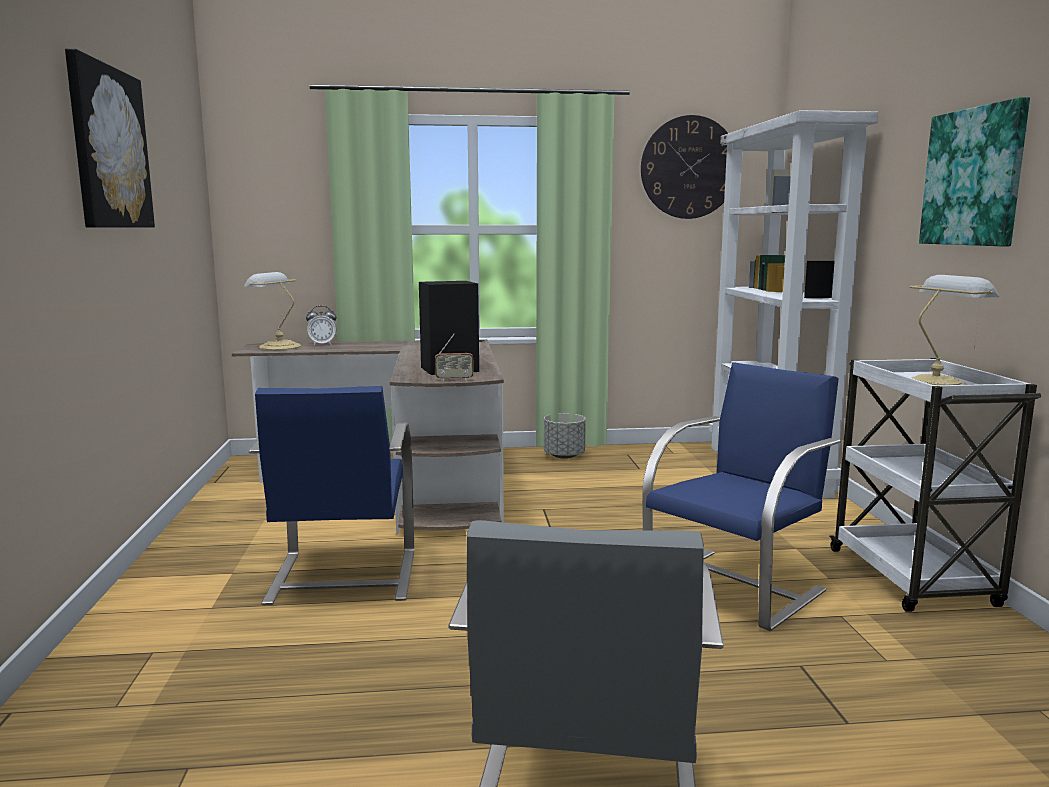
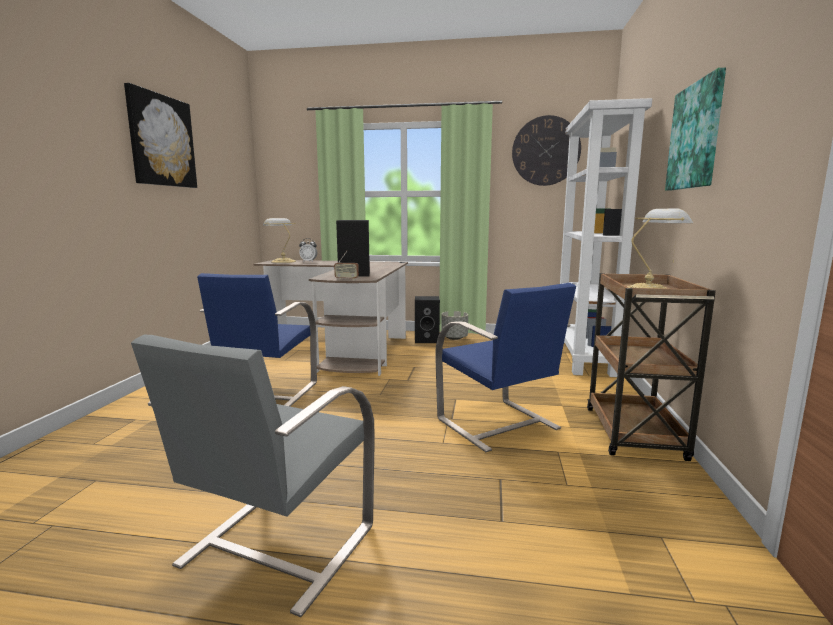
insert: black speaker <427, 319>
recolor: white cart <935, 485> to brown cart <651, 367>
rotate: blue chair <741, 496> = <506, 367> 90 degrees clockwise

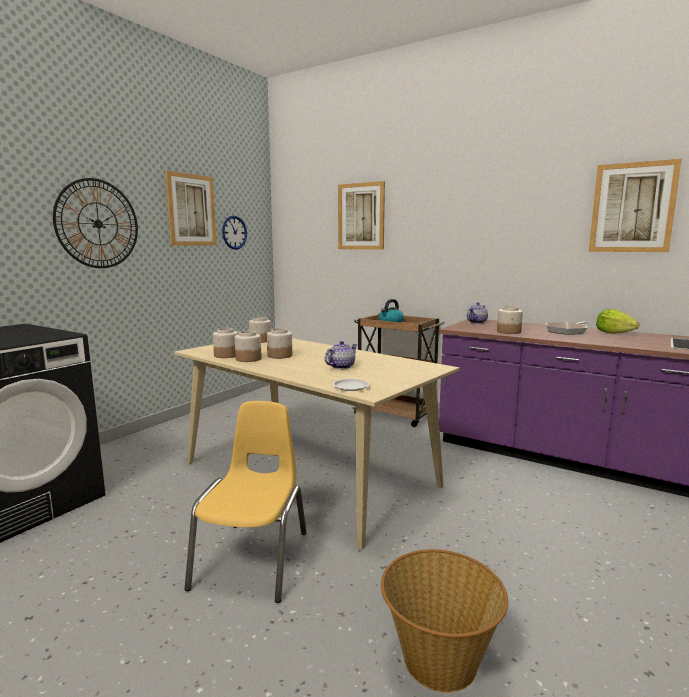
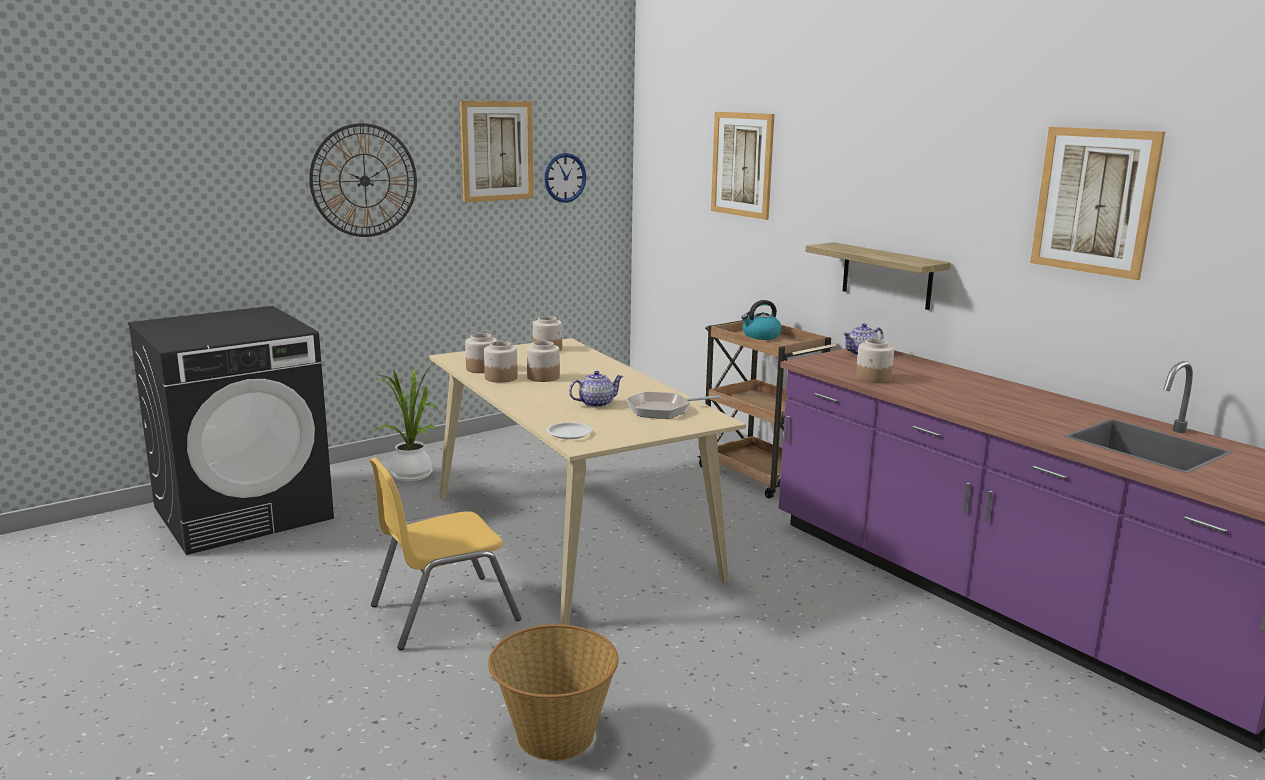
delete: lettuce <617, 321>
insert: potted plant <406, 422>; shelf <878, 276>
move: frying pan <566, 328> to <673, 405>
rotate: yellow chair <246, 502> = <445, 553> 150 degrees counterclockwise

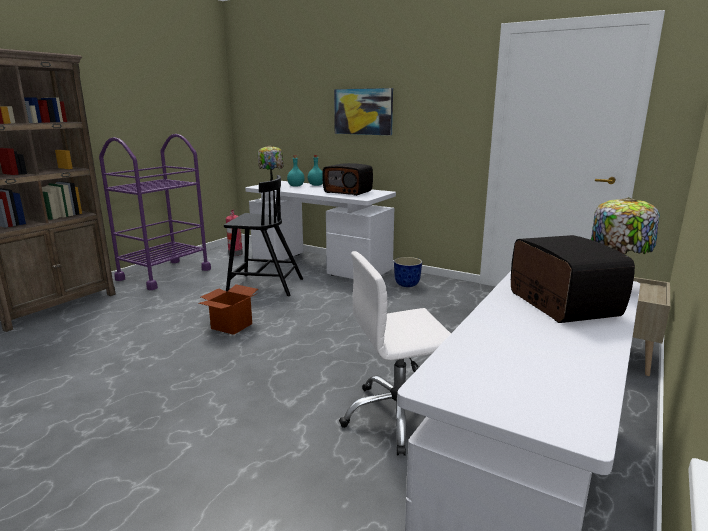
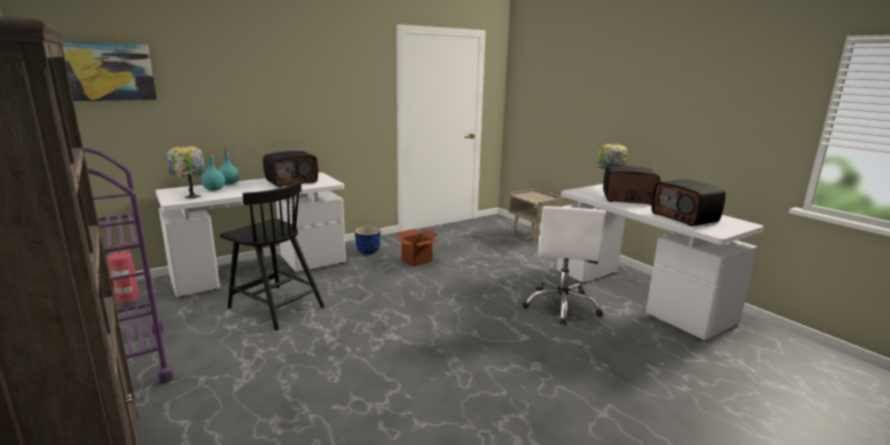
insert: radio <688, 202>
move: cardboard box <228, 309> to <416, 248>; picture <363, 112> to <109, 71>
rotate: black chair <263, 235> = <272, 255> 90 degrees clockwise

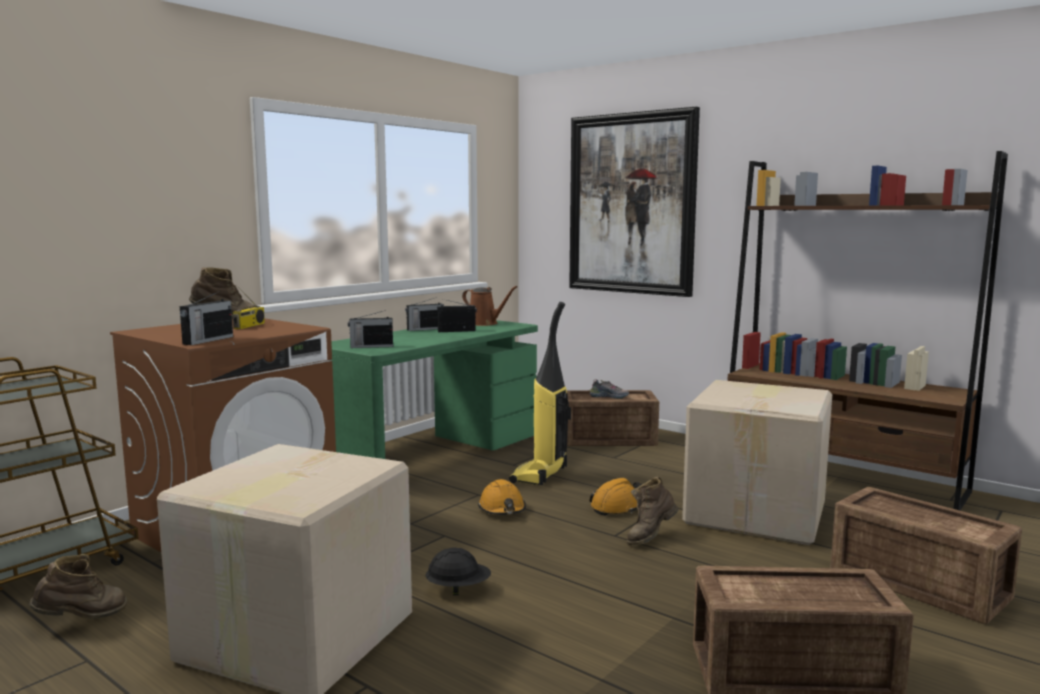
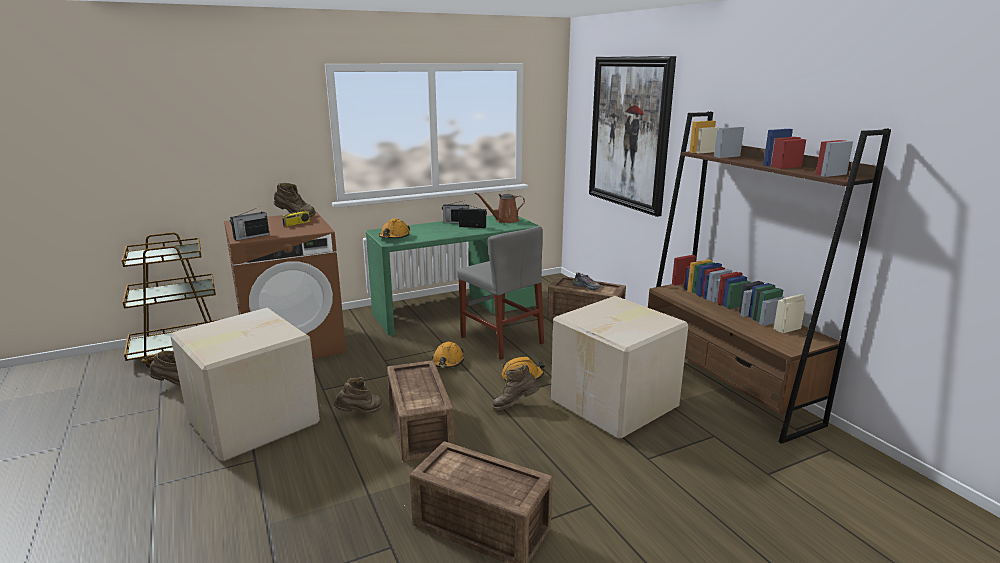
move: crate <926, 555> to <420, 411>
replace: radio <370, 329> to orange hard hat <394, 228>; black hard hat <458, 571> to brown boot <358, 395>; vacuum cleaner <540, 393> to grey chair <500, 293>
rotate: brown watering can <489, 306> = <500, 207> 105 degrees clockwise

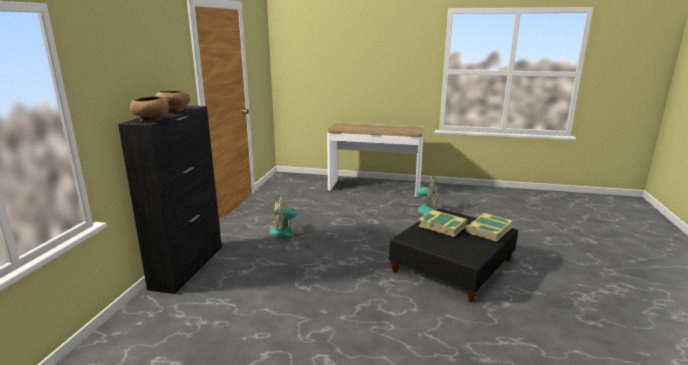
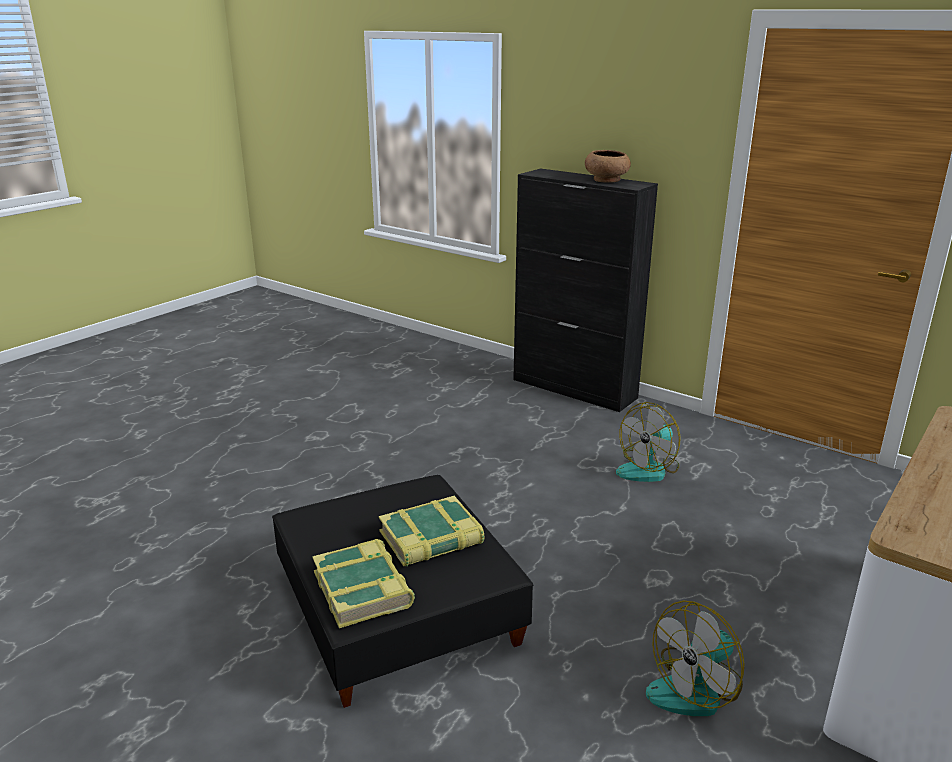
delete: brown bowl <149, 108>
rotate: fan <288, 216> = <648, 442> 135 degrees counterclockwise

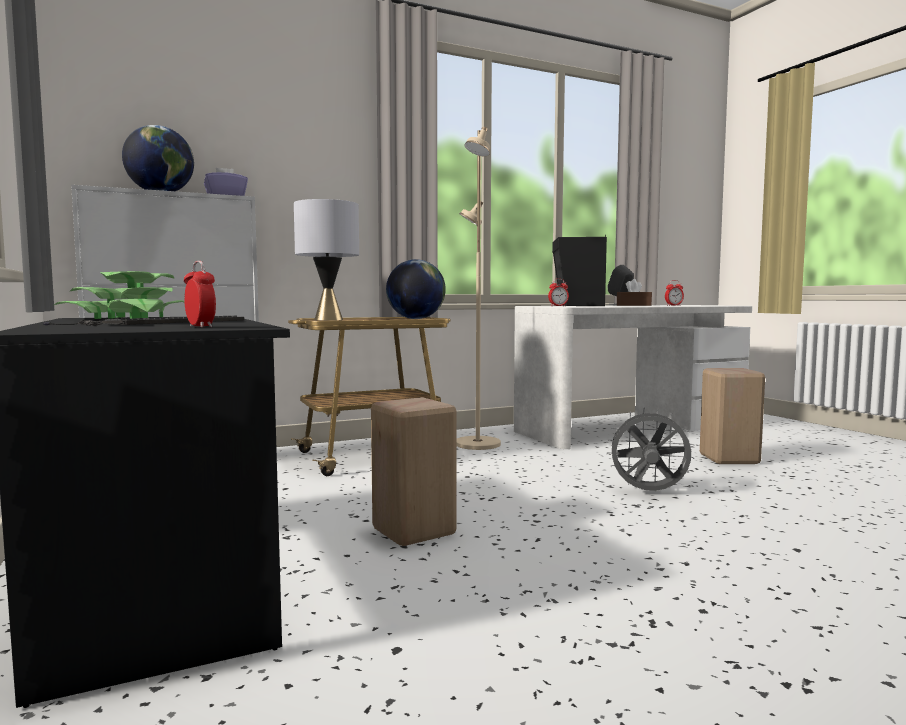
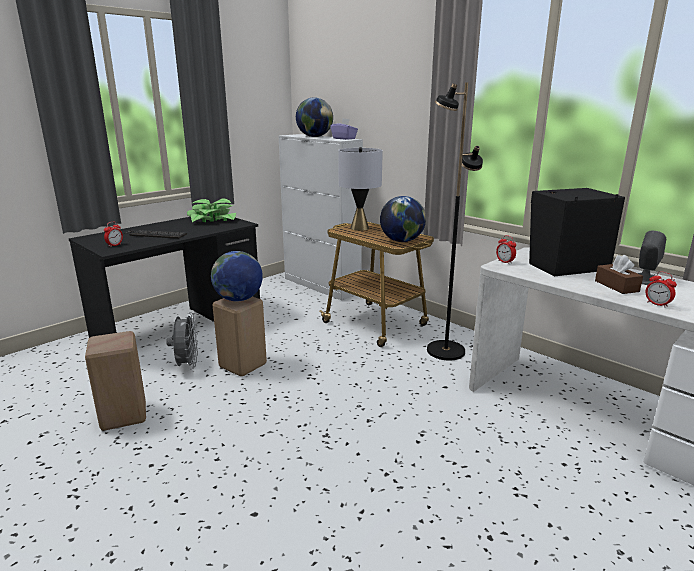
insert: globe <237, 276>
move: grey fan <650, 449> to <182, 340>; beige stool <732, 416> to <115, 381>
recolor: beige floor lamp <478, 288> to black floor lamp <455, 221>

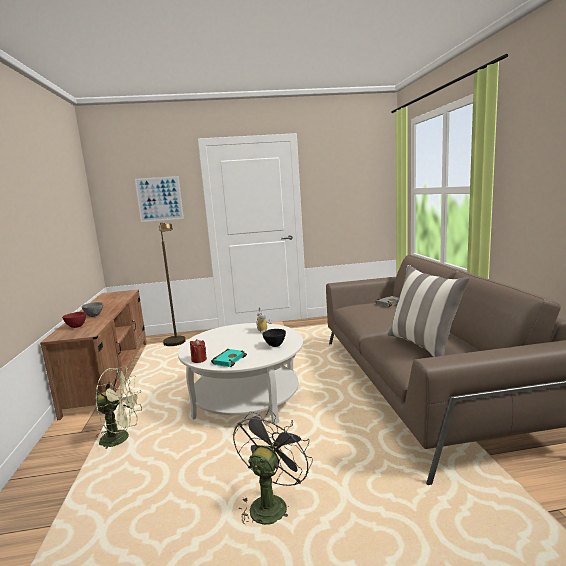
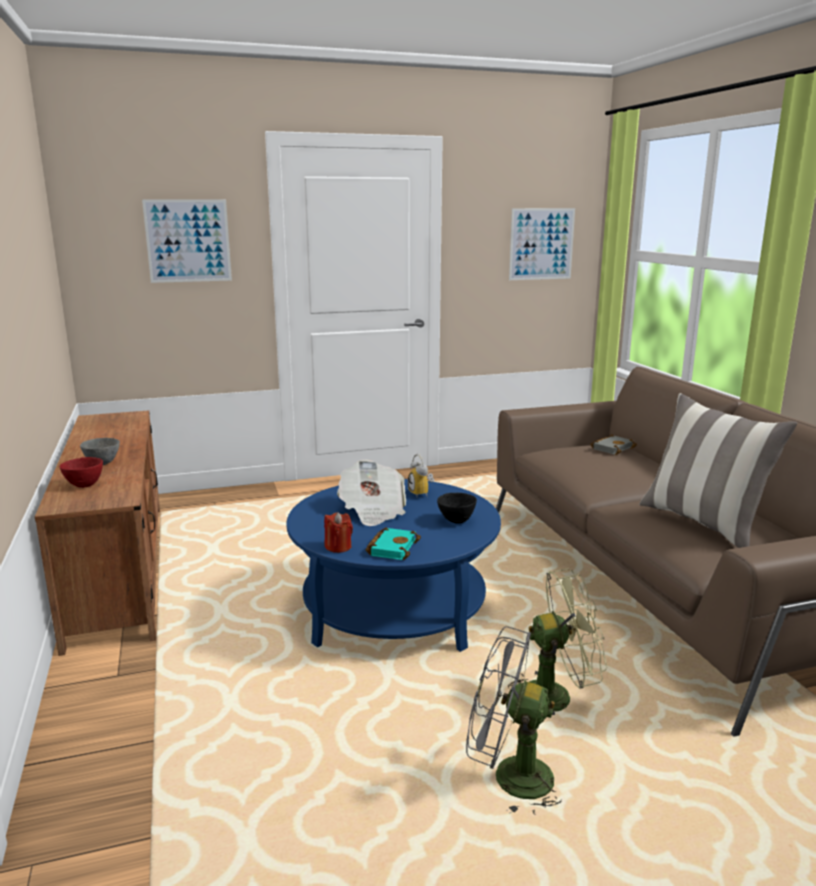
delete: brown floor lamp <172, 284>
insert: newspaper <371, 493>; picture <542, 244>
move: green fan <118, 408> to <557, 642>
recolor: white coffee table <240, 373> to blue coffee table <393, 565>
rotate: grey fan <273, 467> = <514, 720> 90 degrees counterclockwise

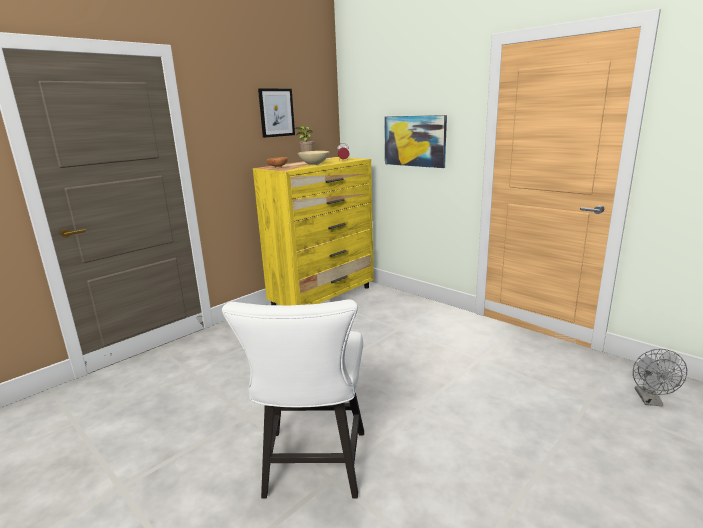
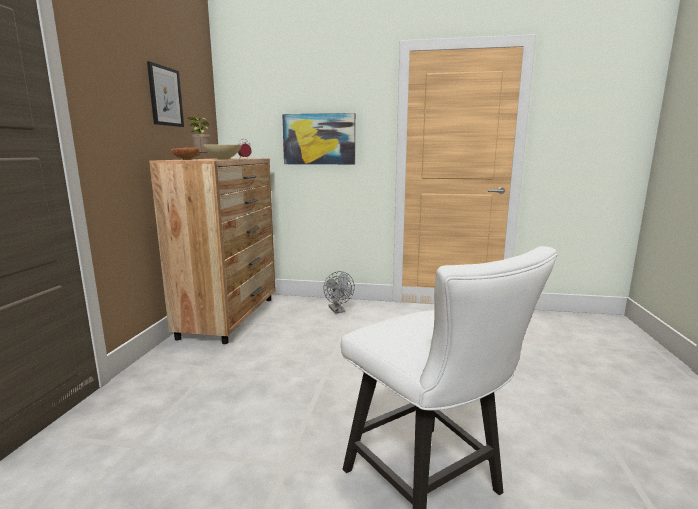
move: grey fan <660, 377> to <339, 292>
recolor: yellow dresser <313, 231> to brown dresser <212, 251>

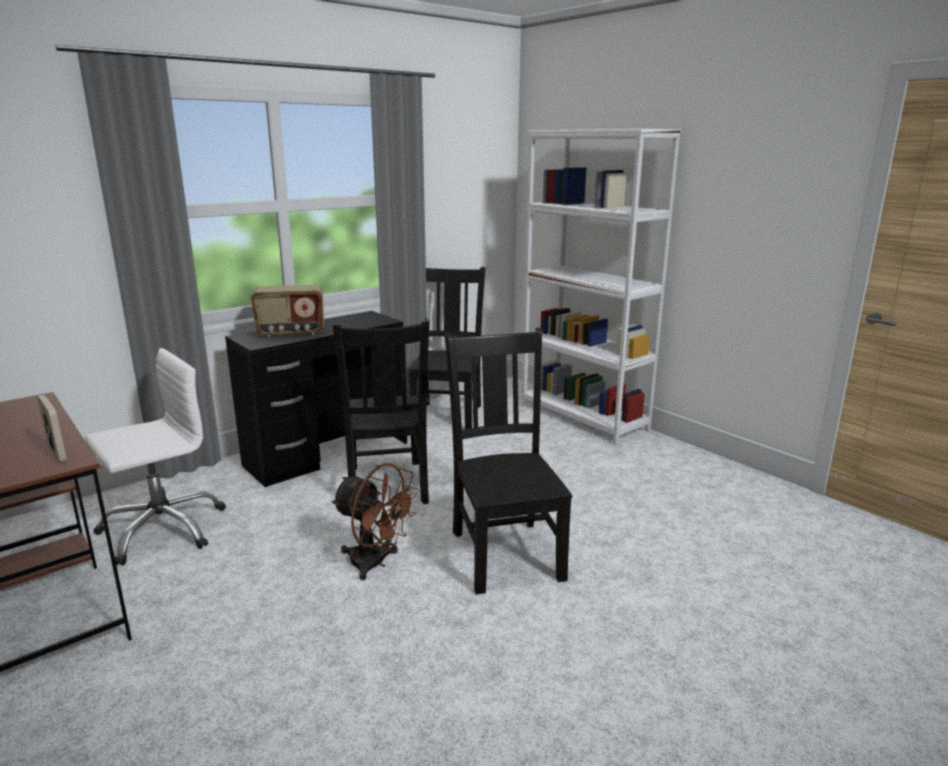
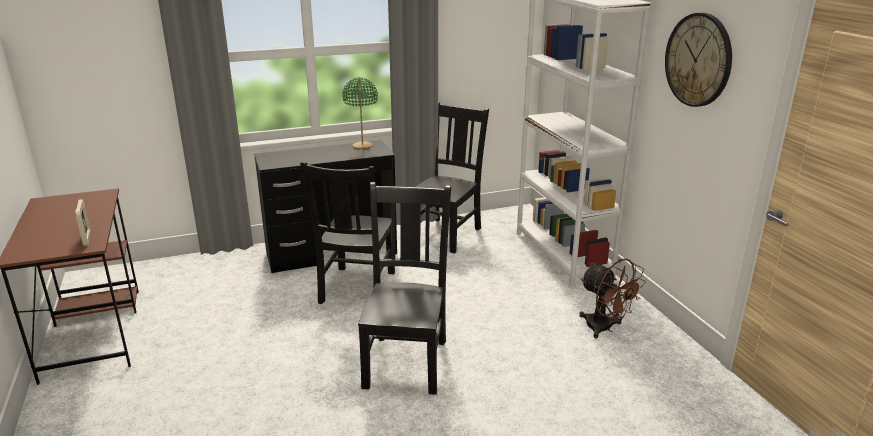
delete: white office chair <155, 456>; radio <287, 311>
insert: green table lamp <360, 113>; wall clock <698, 60>
move: brown fan <375, 521> to <612, 298>

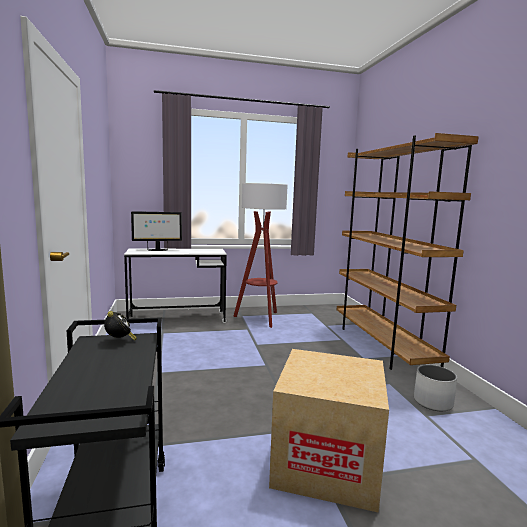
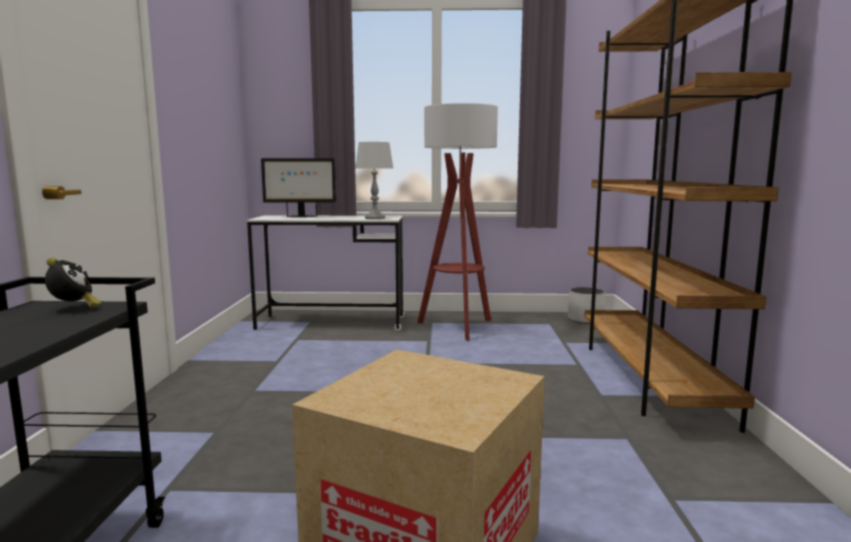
insert: grey table lamp <374, 180>
move: white planter <435, 388> to <586, 305>

